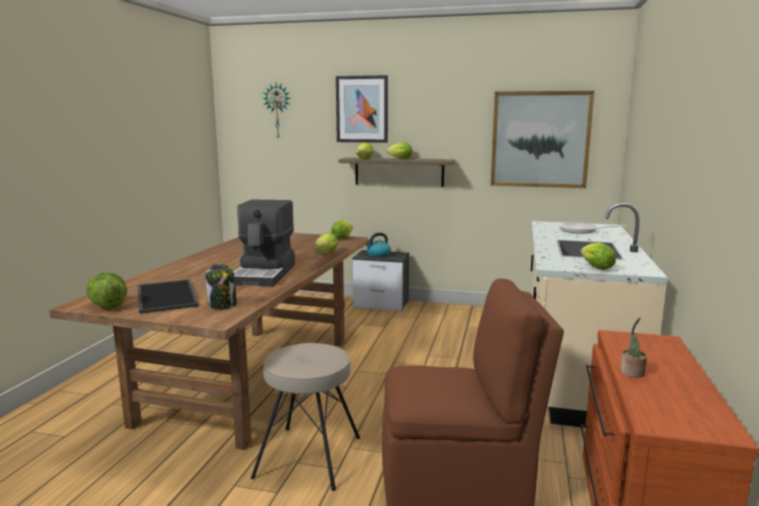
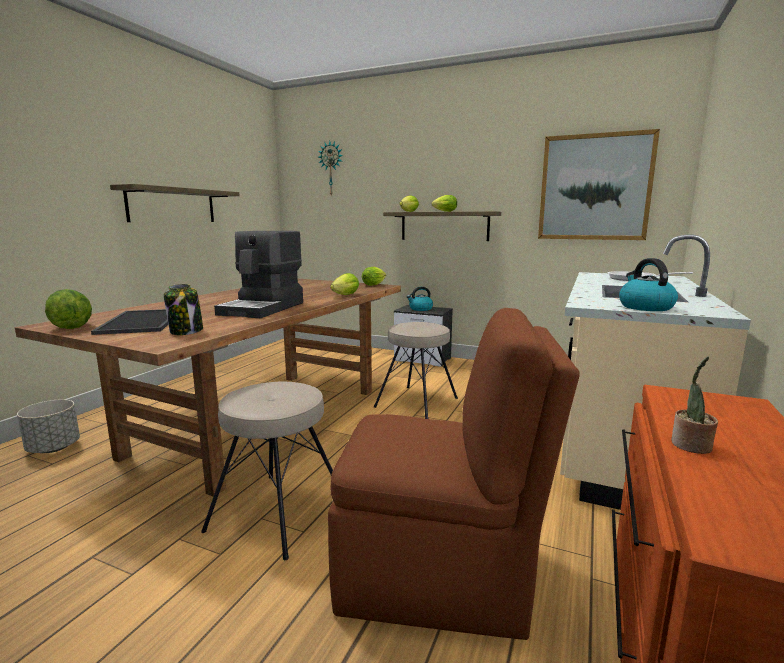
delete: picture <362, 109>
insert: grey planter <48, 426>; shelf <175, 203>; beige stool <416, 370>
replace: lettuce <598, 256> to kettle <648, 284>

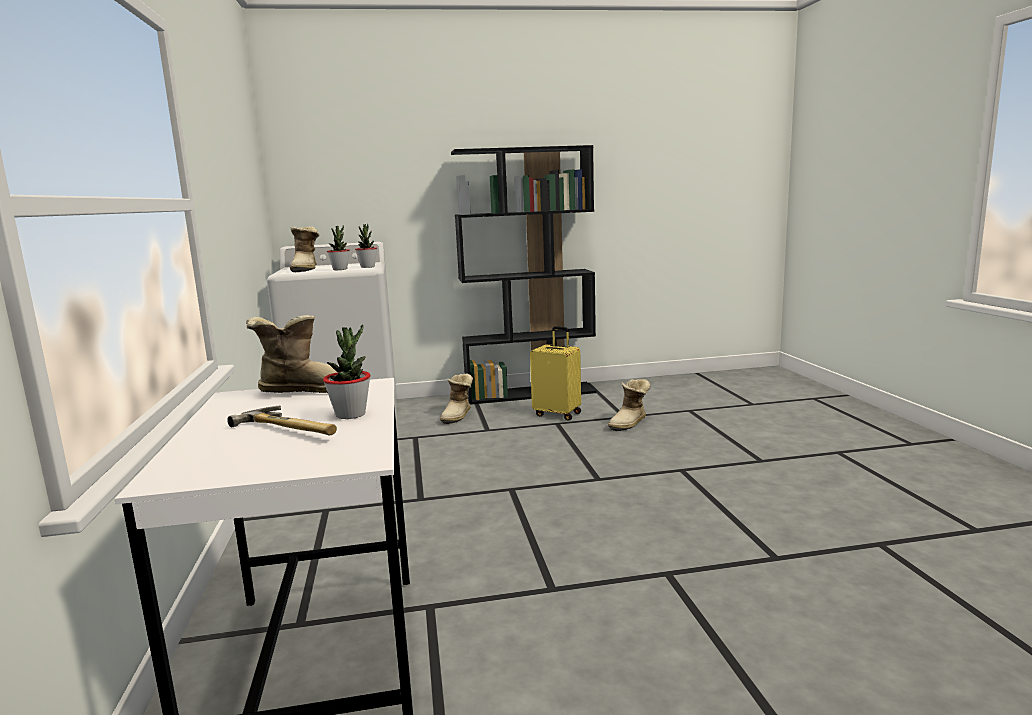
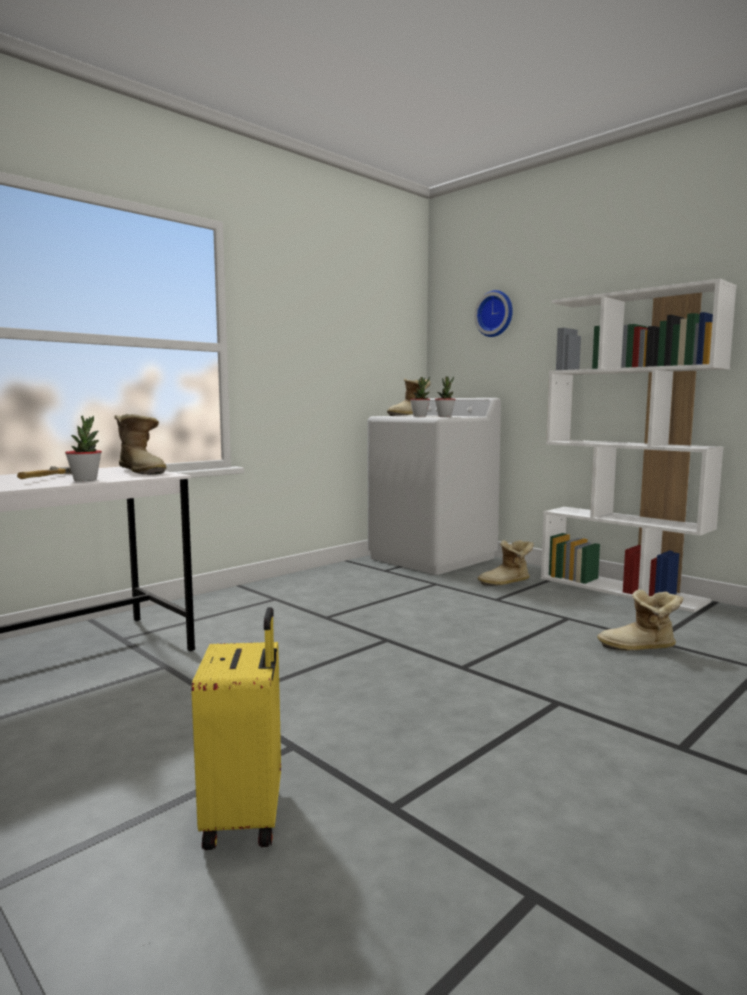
insert: wall clock <493, 313>
move: yellow suitcase <555, 374> to <236, 728>
recolor: black bookcase <524, 275> to white bookcase <639, 446>

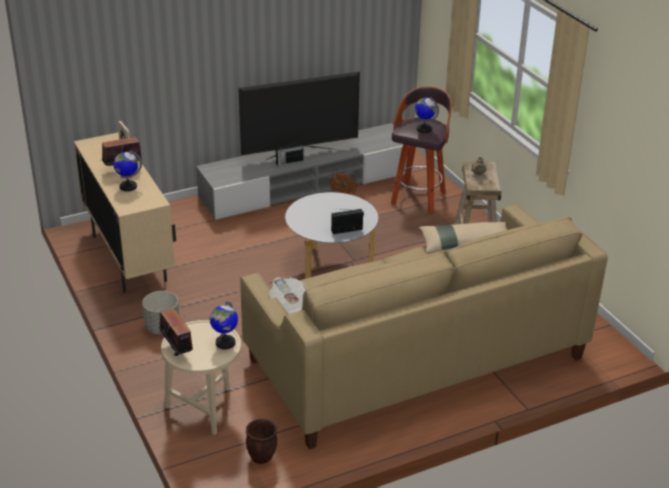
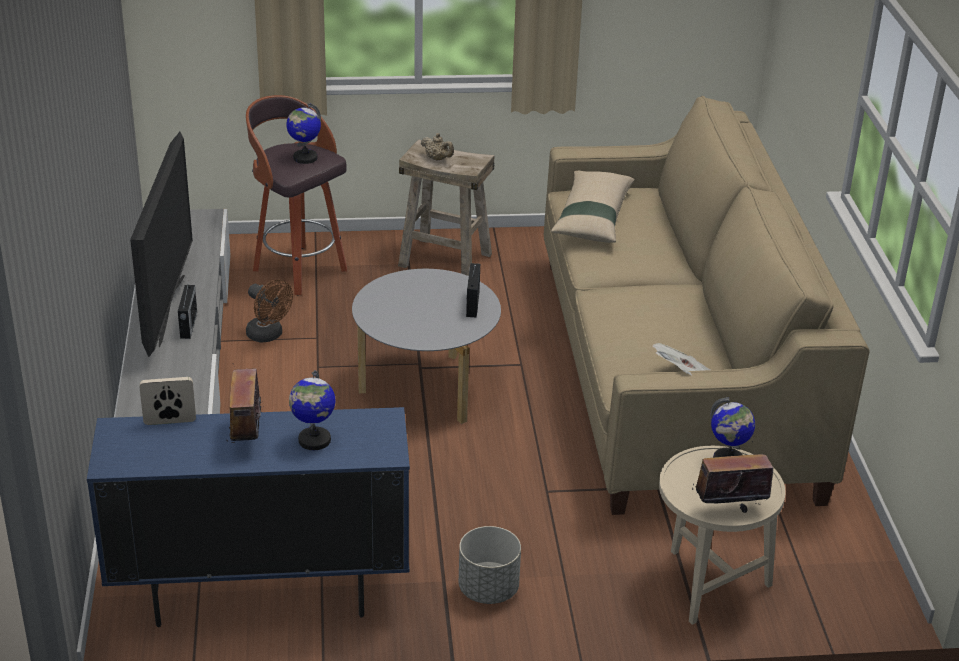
delete: brown planter <261, 441>
recolor: beige cabinet <125, 213> to blue cabinet <248, 517>

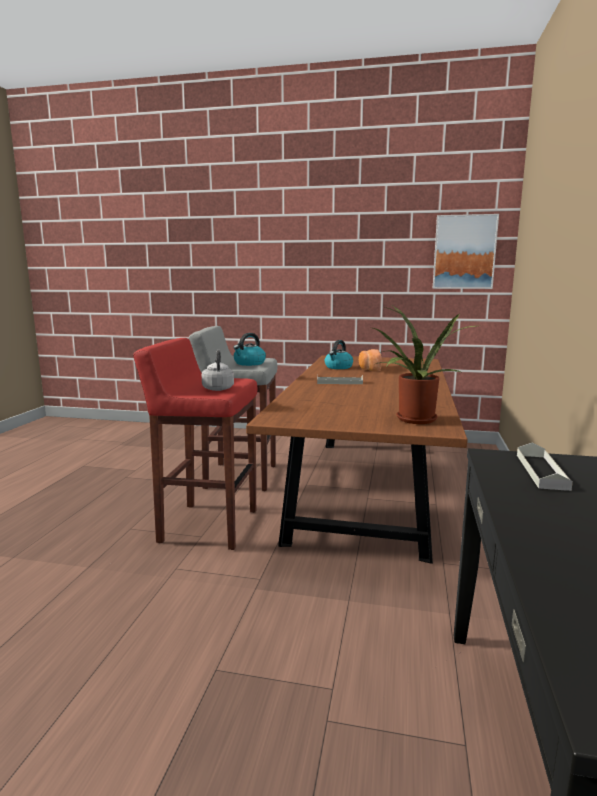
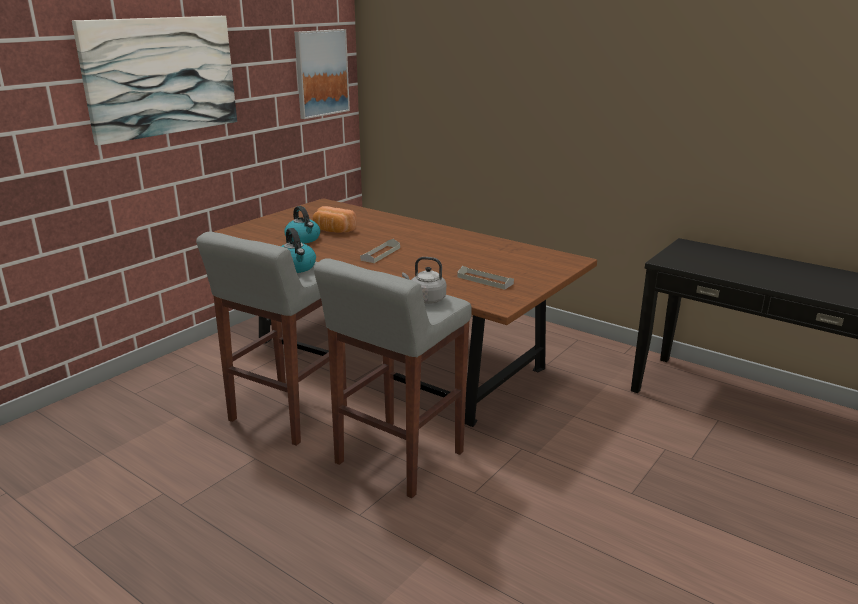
delete: potted plant <422, 365>
insert: picture <154, 81>
move: grey tray <545, 467> to <485, 278>
recolor: red stool <195, 444> to grey stool <393, 378>

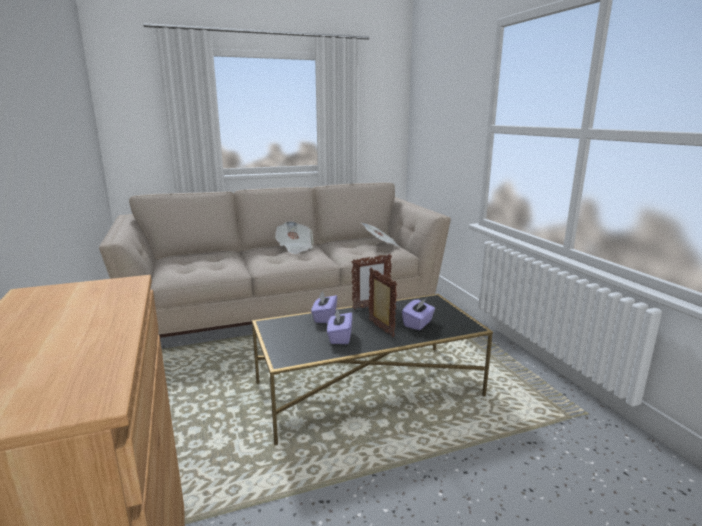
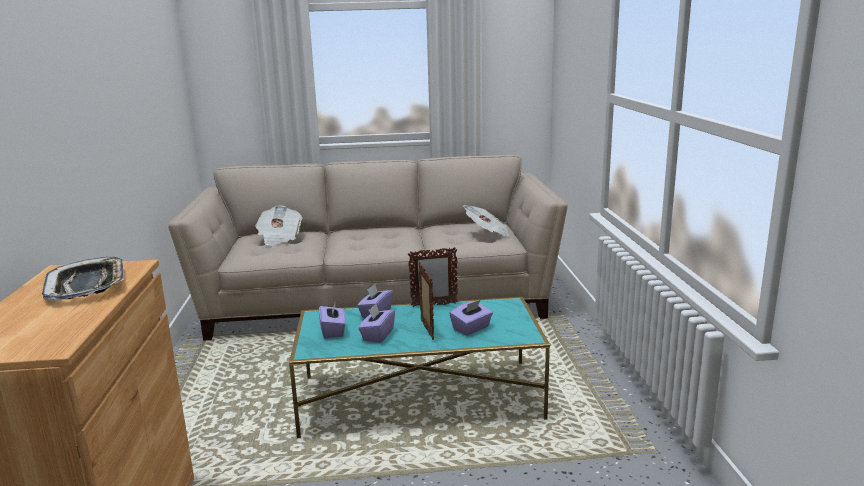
insert: tray <83, 279>; purple tissue box <332, 319>
move: newspaper <294, 237> to <278, 225>
recolor: black coffee table <372, 369> to turquoise coffee table <419, 367>

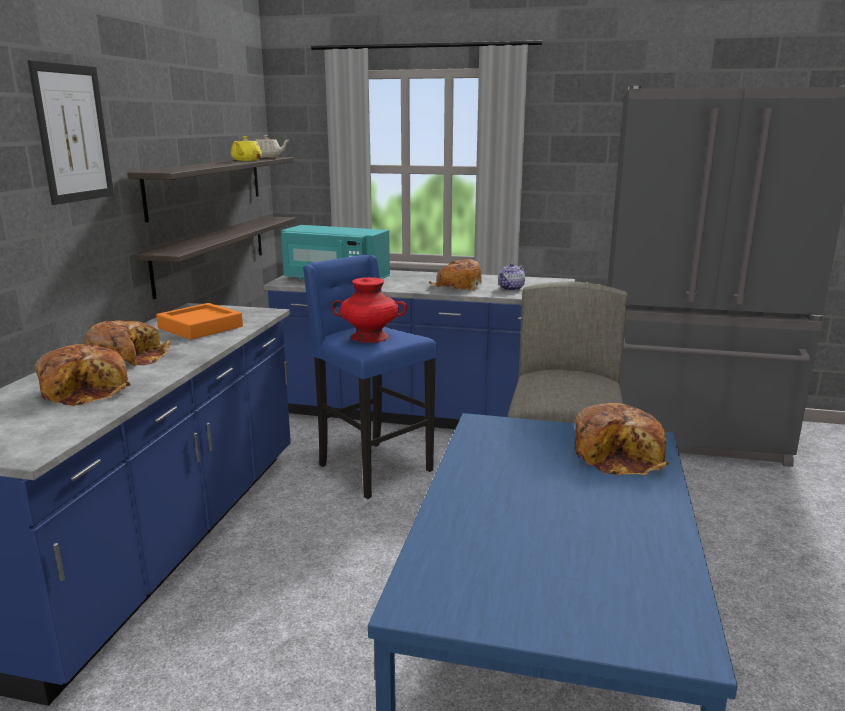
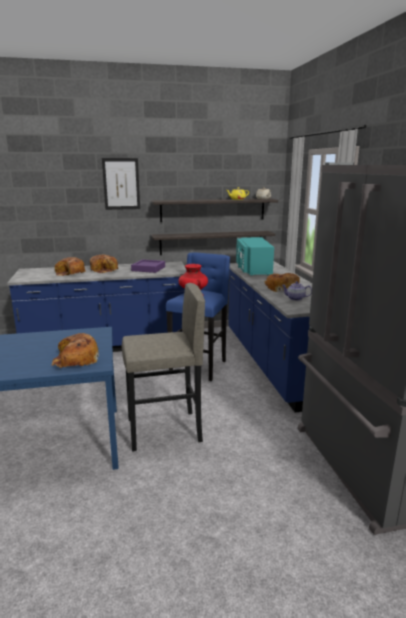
recolor: orange tray <199, 321> to purple tray <148, 266>

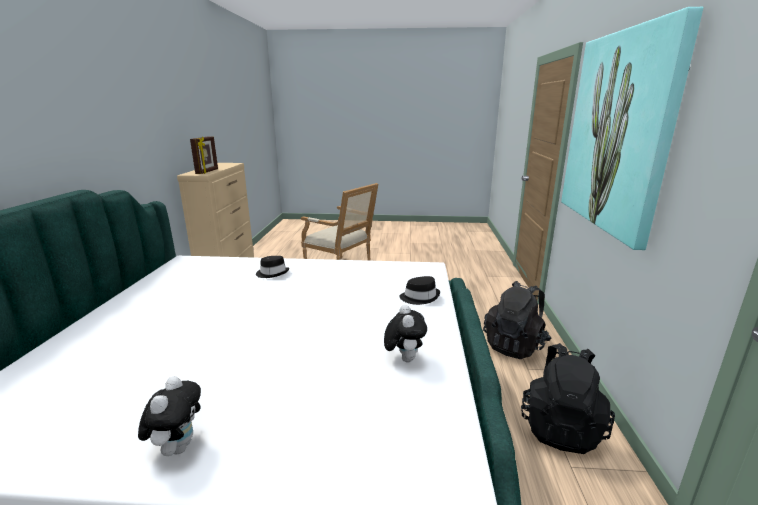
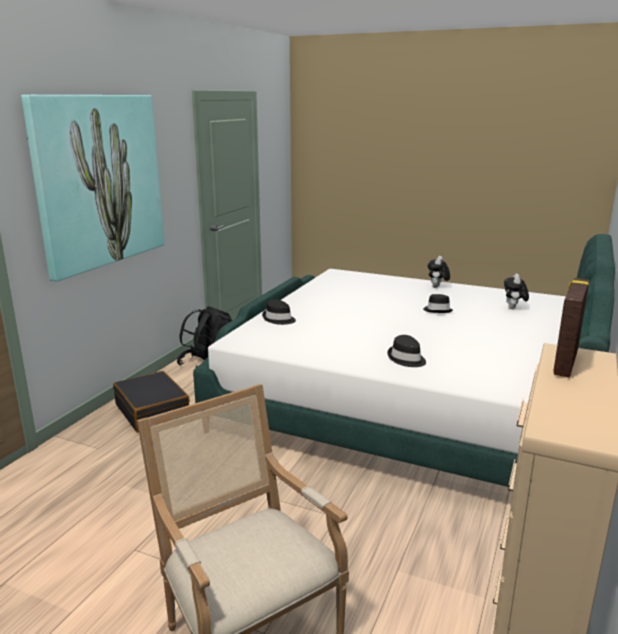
insert: black hat <438, 303>
move: plush toy <405, 333> to <516, 291>
replace: black backpack <517, 320> to black suitcase <151, 401>

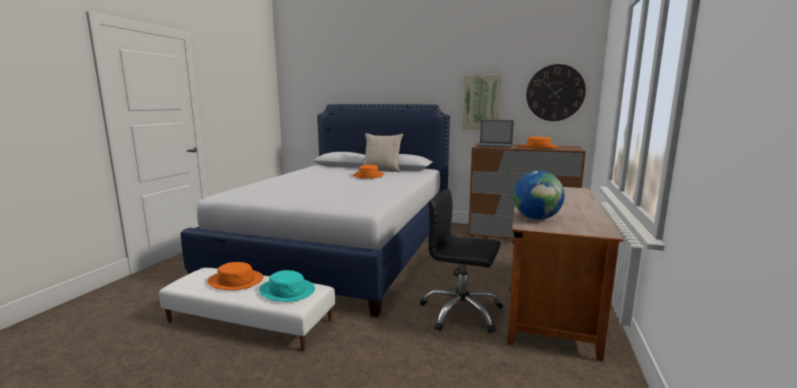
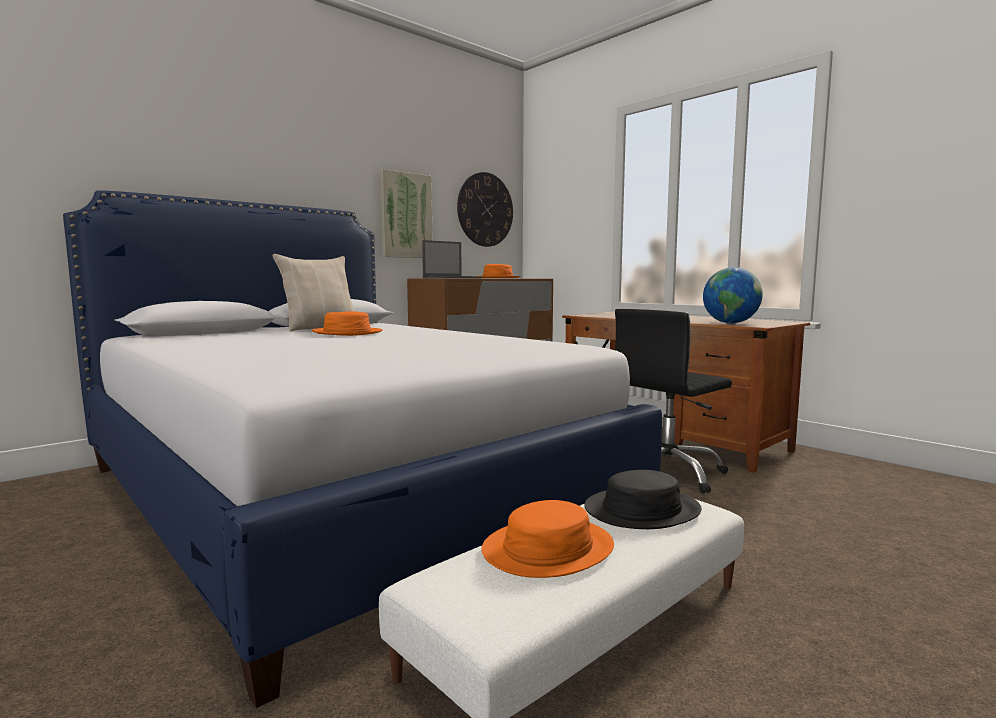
recolor: turquoise hat <287, 286> to black hat <643, 499>

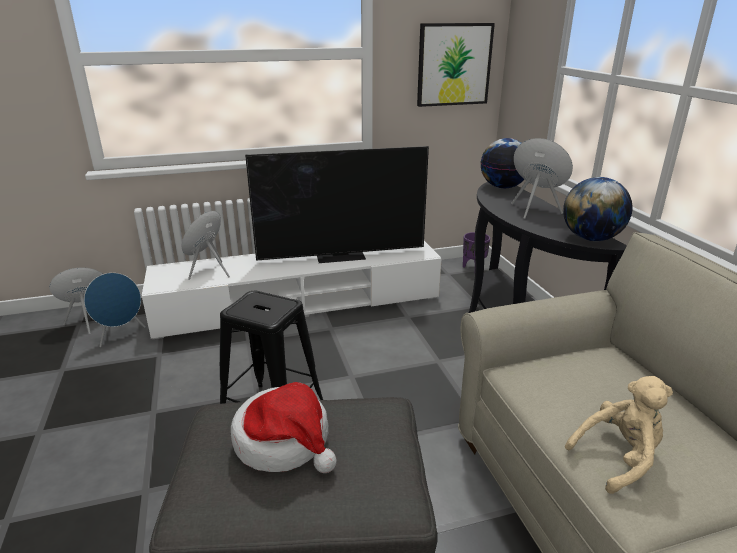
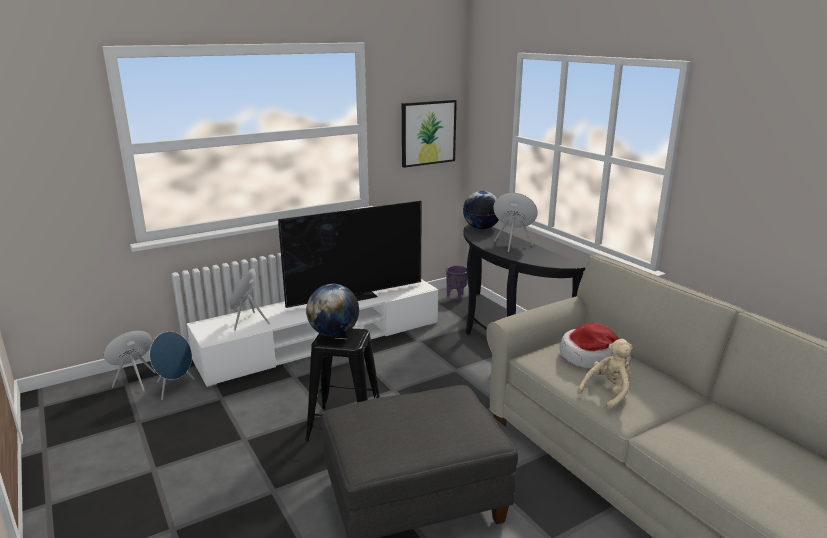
move: hat <284, 427> to <595, 346>; globe <598, 209> to <332, 310>

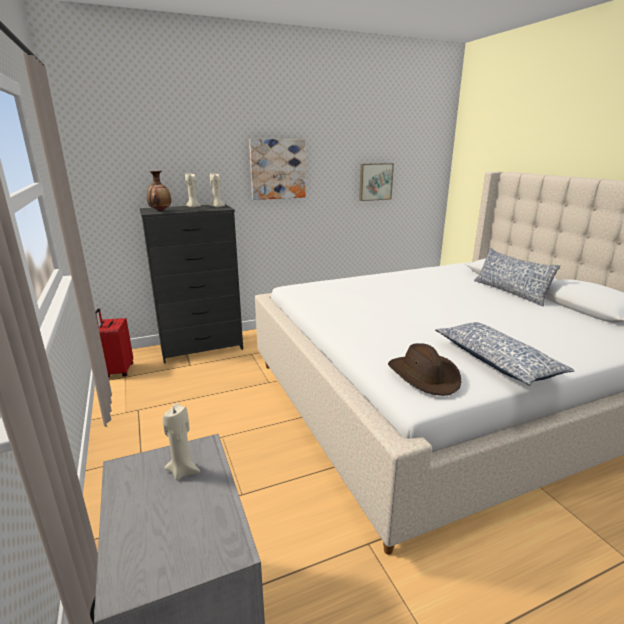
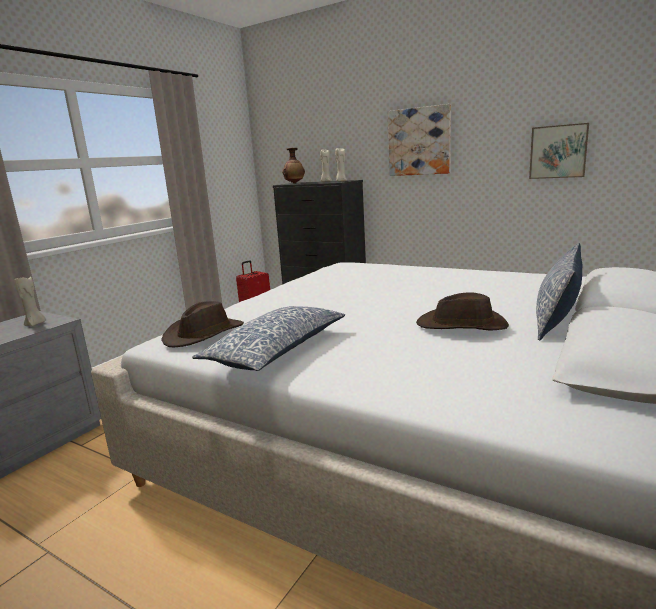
insert: brown hat <462, 311>

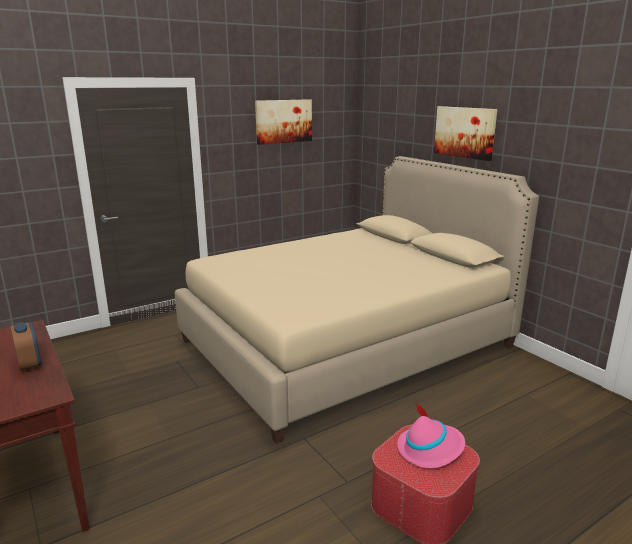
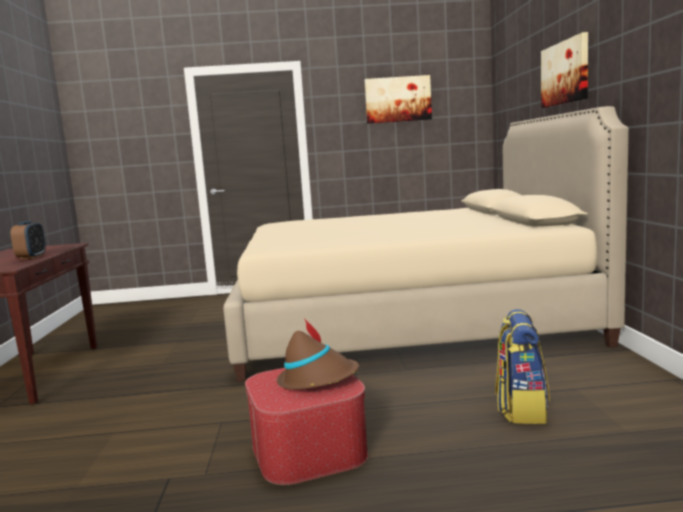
insert: backpack <522, 366>
recolor: pink hat <431, 435> to brown hat <318, 354>

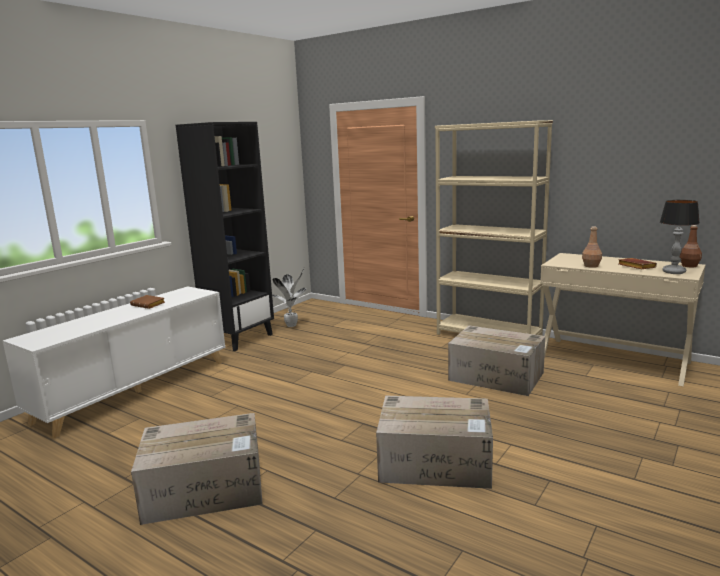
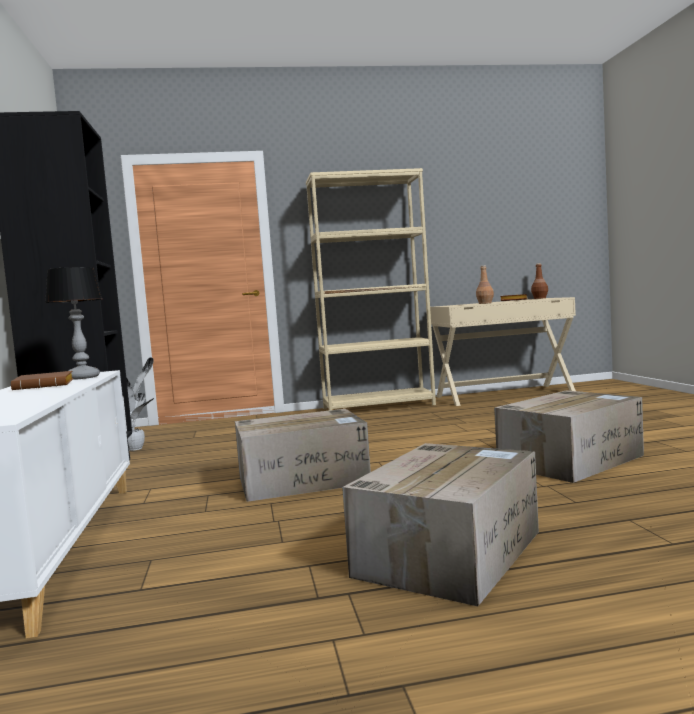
move: cardboard box <496, 361> to <303, 455>; table lamp <680, 237> to <73, 323>

